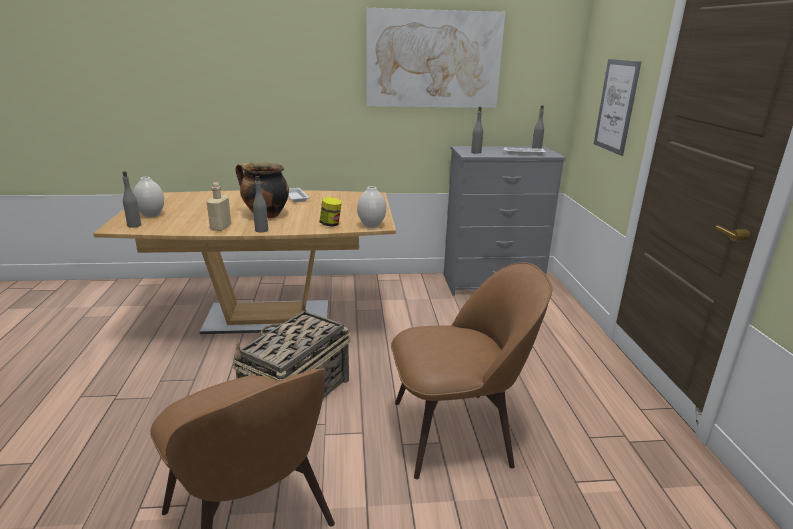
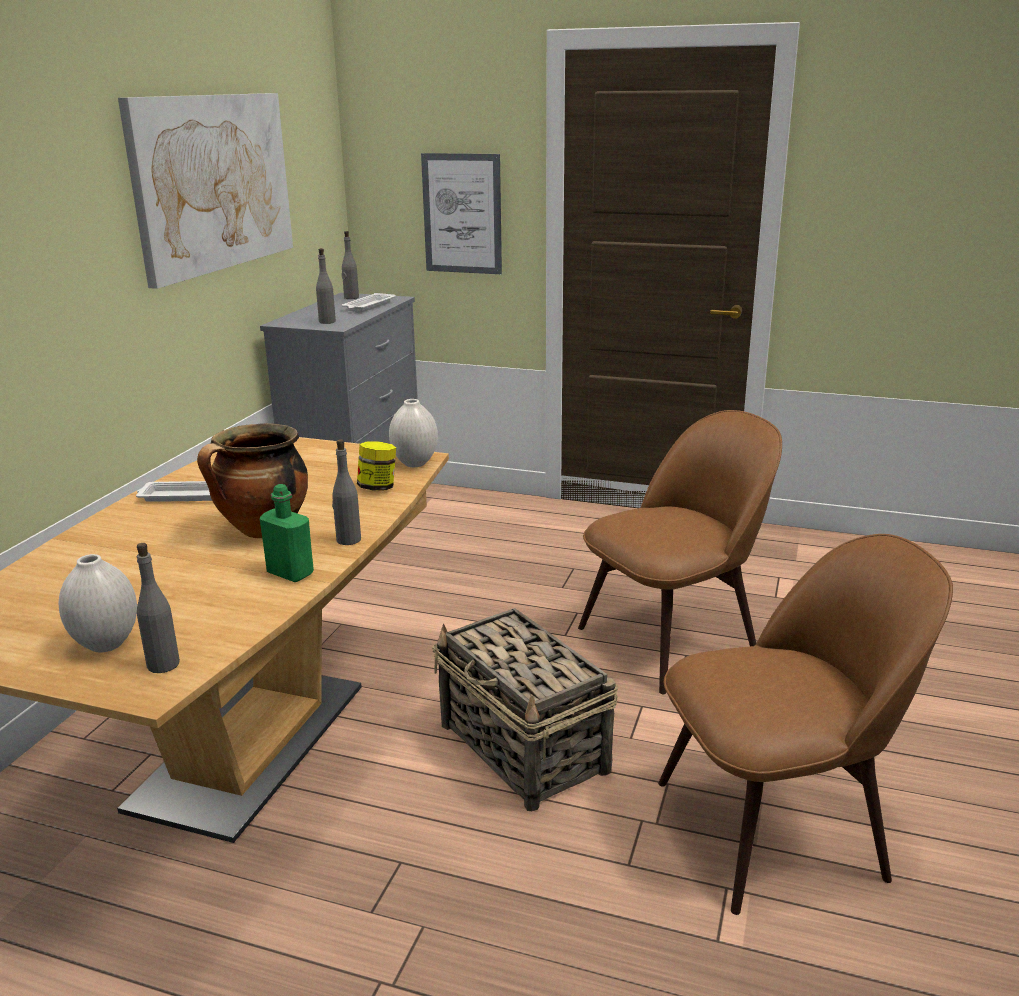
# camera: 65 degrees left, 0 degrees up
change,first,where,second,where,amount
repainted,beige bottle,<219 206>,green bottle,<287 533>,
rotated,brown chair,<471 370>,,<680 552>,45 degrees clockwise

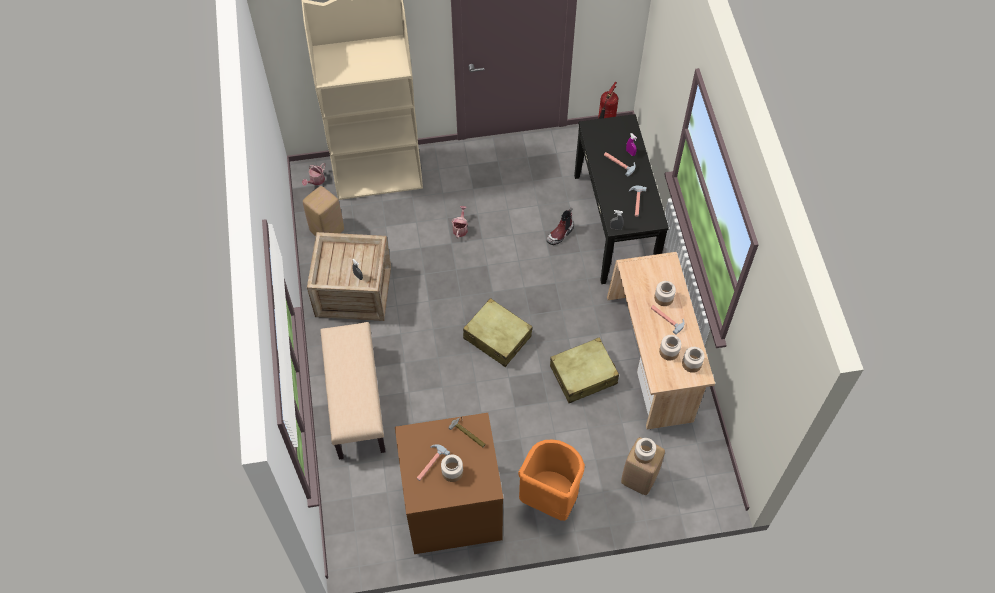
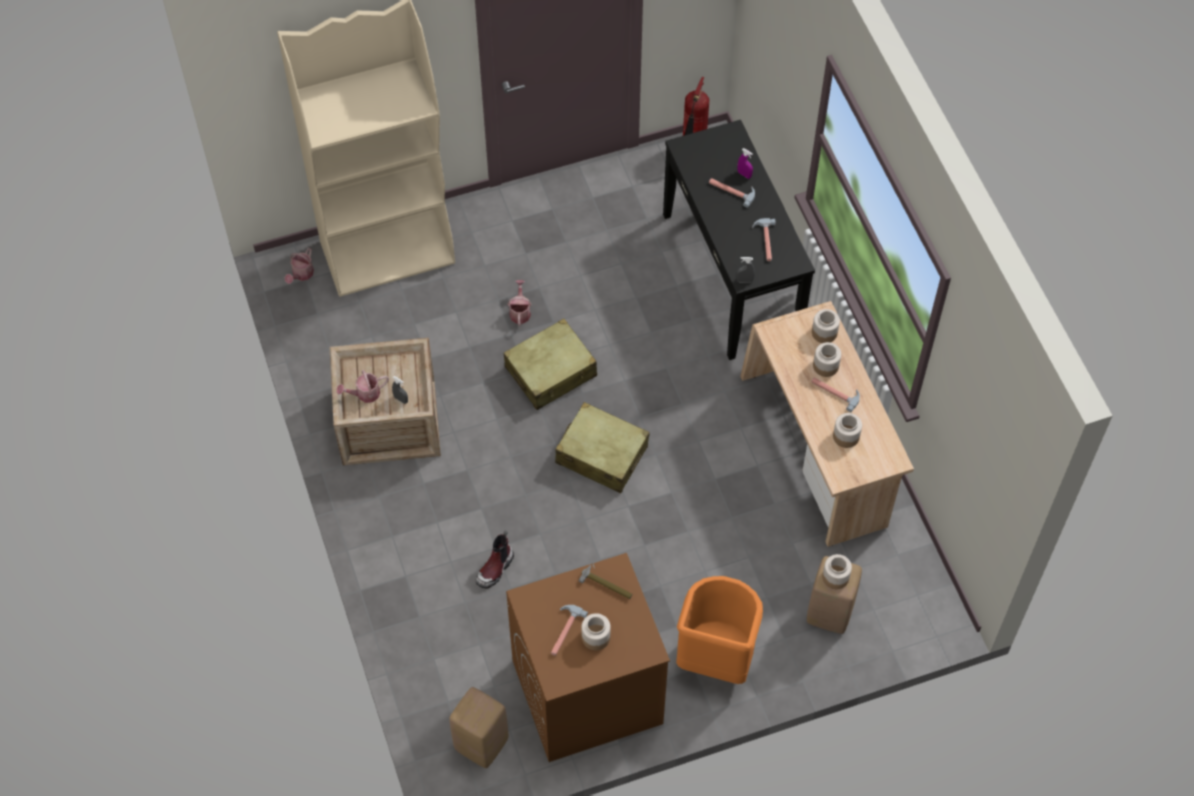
# camera: 10 degrees left, 0 degrees up
change,first,where,second,where,amount
gone,beige bench,<353 390>,,,
new,,,watering can,<363 386>,
shifted,beige stool,<323 211>,,<478 727>,
shifted,boot,<560 226>,,<495 559>,
shifted,beige suitcase,<584 370>,,<550 364>,
shifted,jar,<693 360>,,<826 326>,

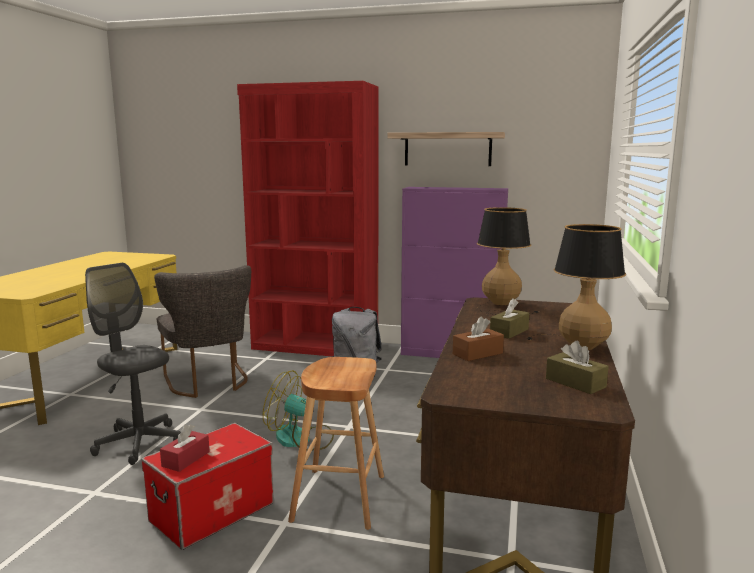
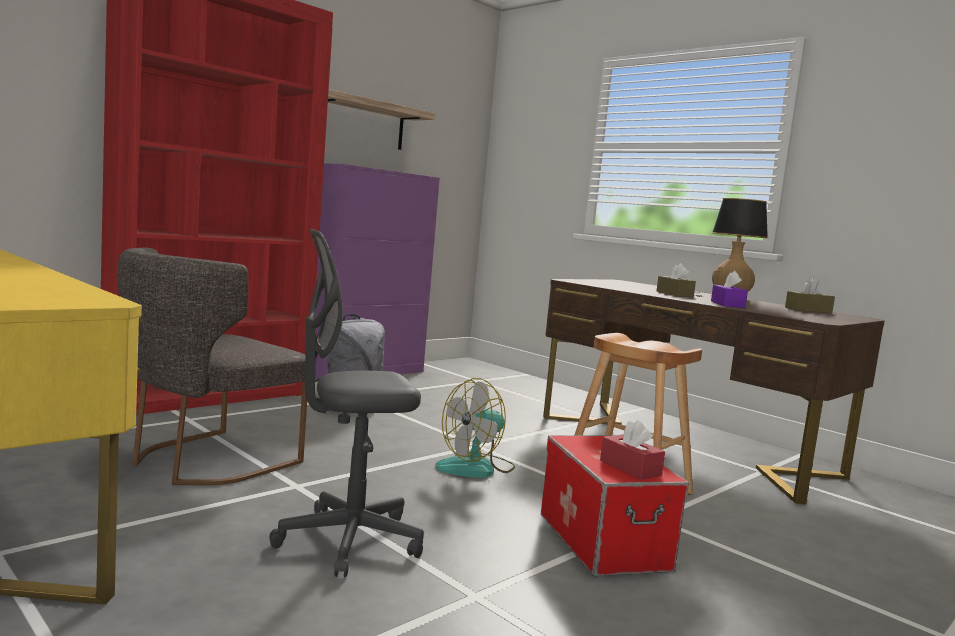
# camera: 60 degrees left, 5 degrees down
change,first,where,second,where,amount
gone,table lamp,<508 262>,,,
repainted,brown tissue box,<478 338>,purple tissue box,<729 289>,
rotated,grey chair,<202 331>,,<212 366>,120 degrees clockwise

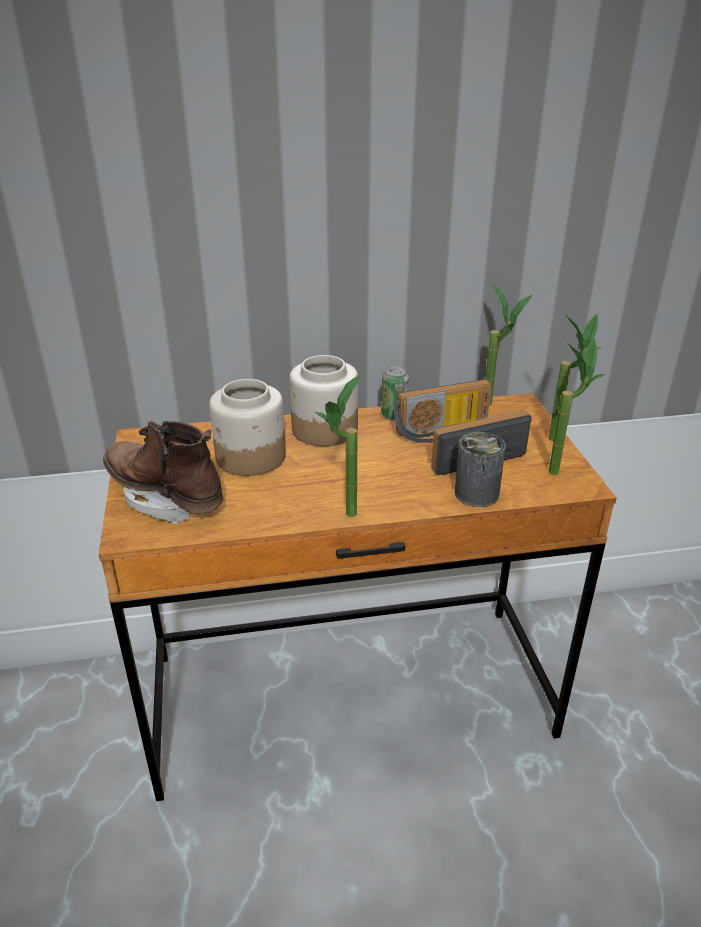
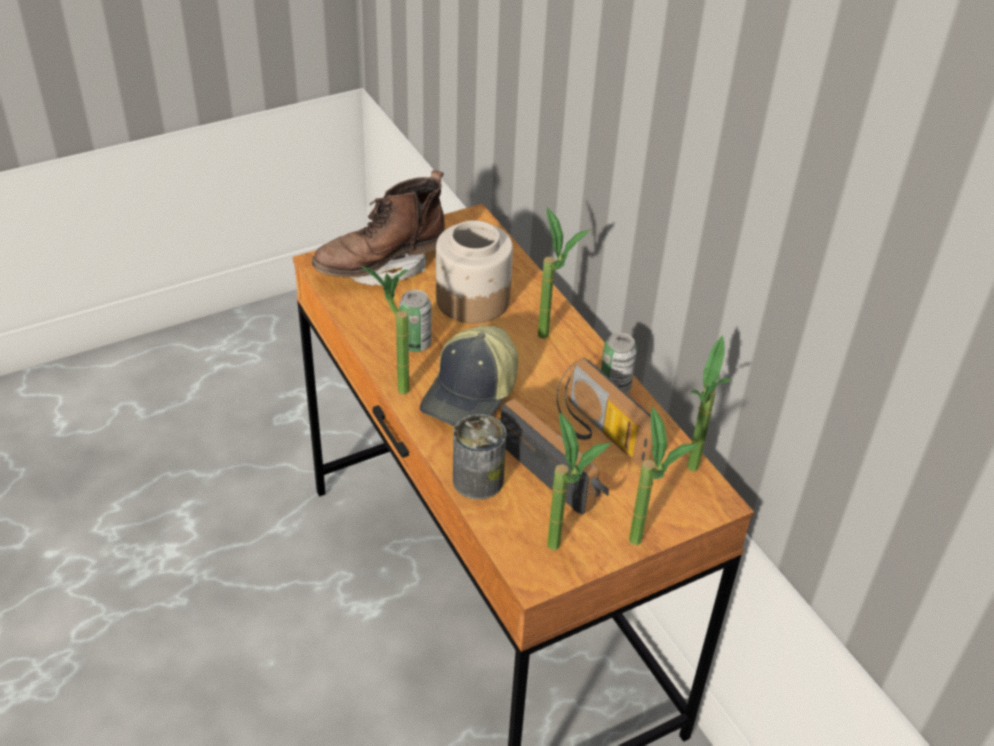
# camera: 70 degrees right, 10 degrees up
change,first,where,second,where,amount
new,,,can,<415 321>,
new,,,cap,<469 376>,
swapped,jar,<323 400>,potted plant,<564 272>,
rotated,brown boot,<163 473>,,<378 228>,135 degrees counterclockwise

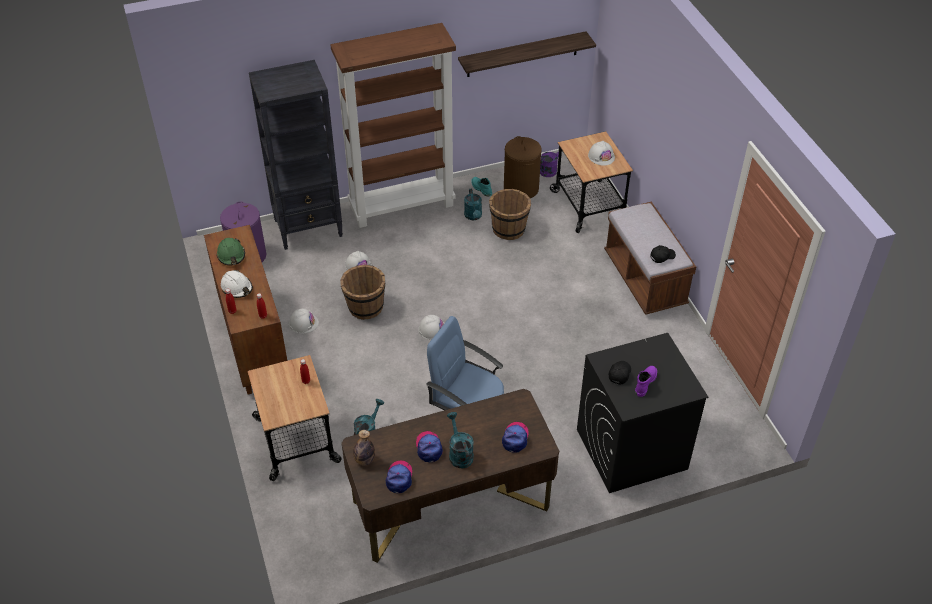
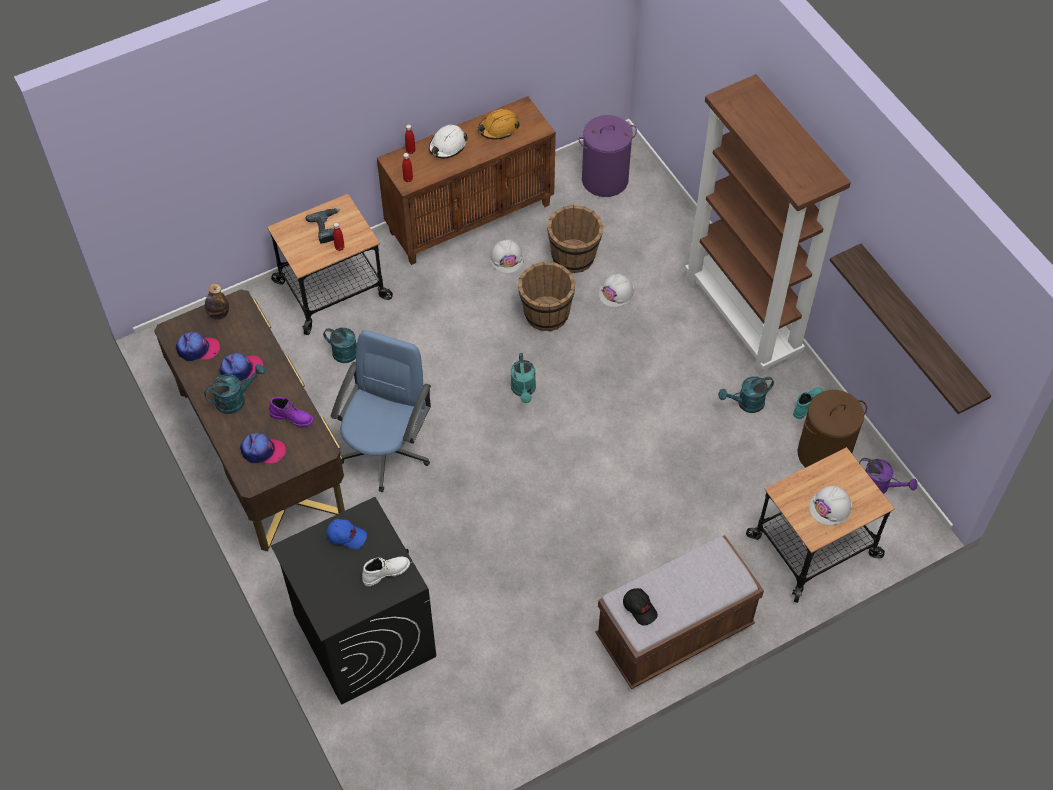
# camera: 80 degrees right, 10 degrees up
change,first,where,second,where,amount
gone,black bookcase,<296 155>,,,
new,,,power drill,<322 226>,
new,,,white boot,<386 571>,
shifted,brown bucket,<510 214>,,<575 239>,
shifted,purple boot,<646 381>,,<291 412>,
swapped,white hard hat,<431 327>,turquoise watering can,<523 378>,
repainted,green hard hat,<230 252>,orange hard hat,<499 124>,
repainted,black cap,<620 372>,blue cap,<346 534>,

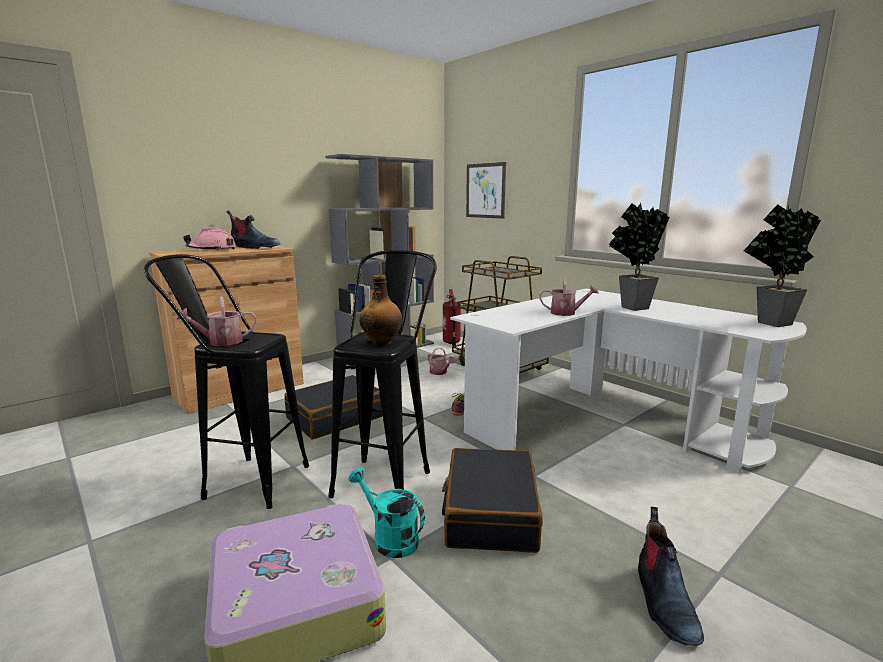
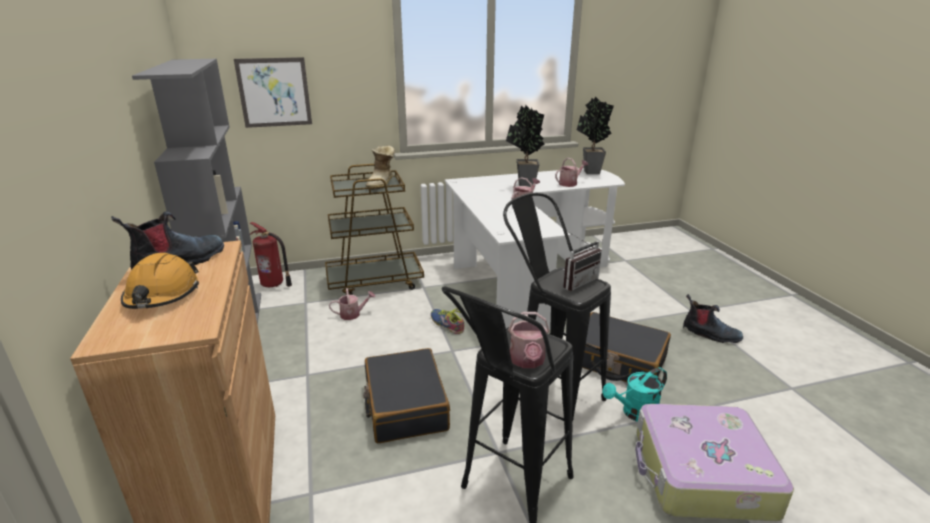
# camera: 65 degrees left, 10 degrees up
change,first,where,second,where,amount
new,,,boot,<380 168>,
new,,,watering can,<571 172>,
swapped,bottle,<380 310>,radio,<582 261>,
repainted,pink hard hat,<209 238>,orange hard hat,<160 281>,

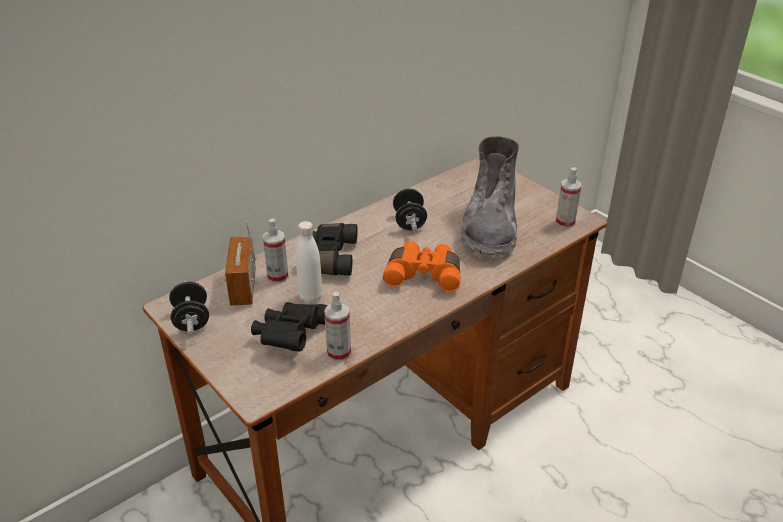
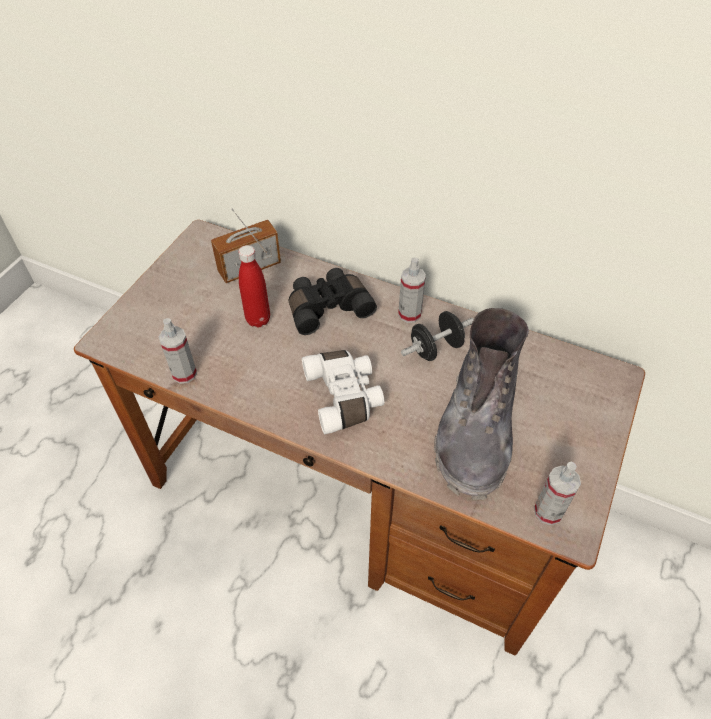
# camera: 65 degrees right, 15 degrees up
change,first,where,second,where,amount
gone,black dumbbell,<189 308>,,,
gone,black binoculars,<289 327>,,,
shifted,spray bottle,<276 250>,,<412 290>,
repainted,white bottle,<309 262>,red bottle,<254 286>,
repainted,orange binoculars,<422 266>,white binoculars,<343 392>,
rotated,grey boot,<490 198>,,<481 404>,60 degrees counterclockwise

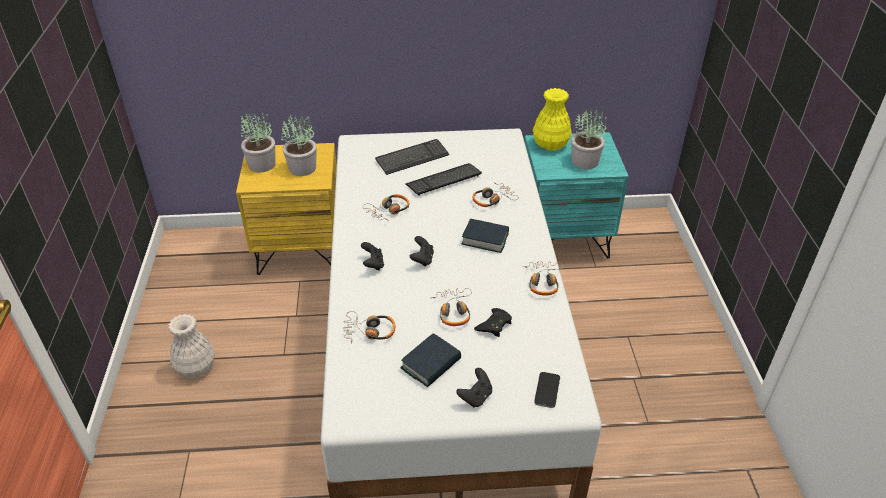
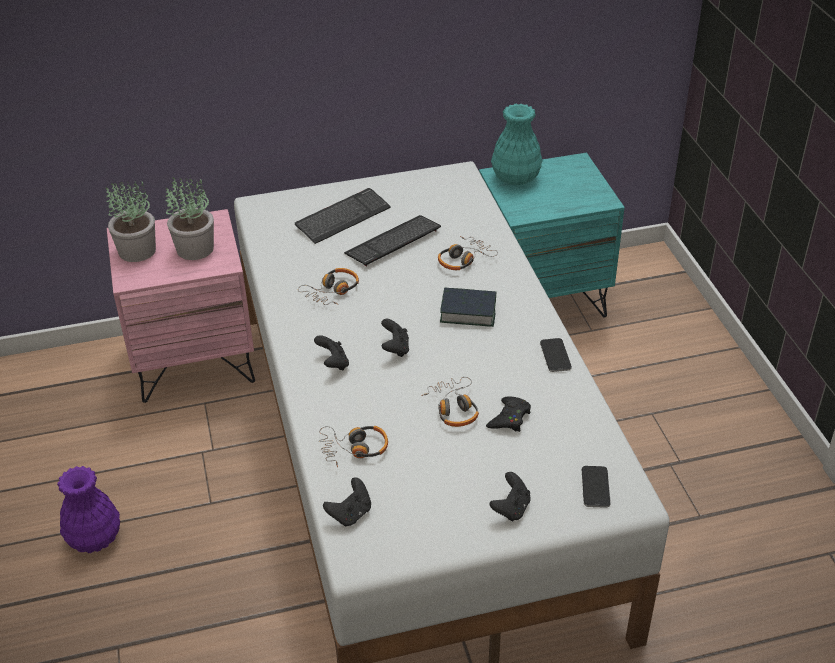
# camera: 10 degrees left, 0 degrees up
change,first,where,second,where,amount
gone,book,<430 360>,,,
gone,potted plant,<588 138>,,,
new,,,black game controller,<347 502>,
swapped,headphones,<543 278>,phone,<556 355>,
repainted,white vase,<191 346>,purple vase,<88 509>,
repainted,yellow nightstand,<286 209>,pink nightstand,<181 306>,
repainted,yellow vase,<552 119>,turquoise vase,<516 144>,

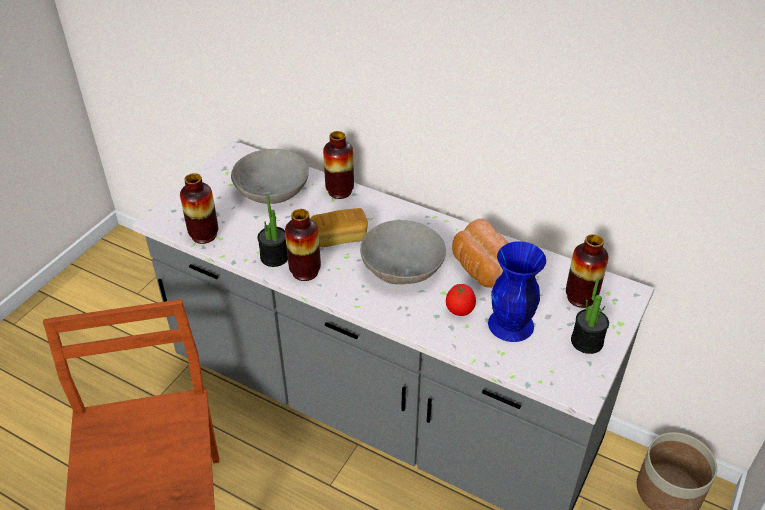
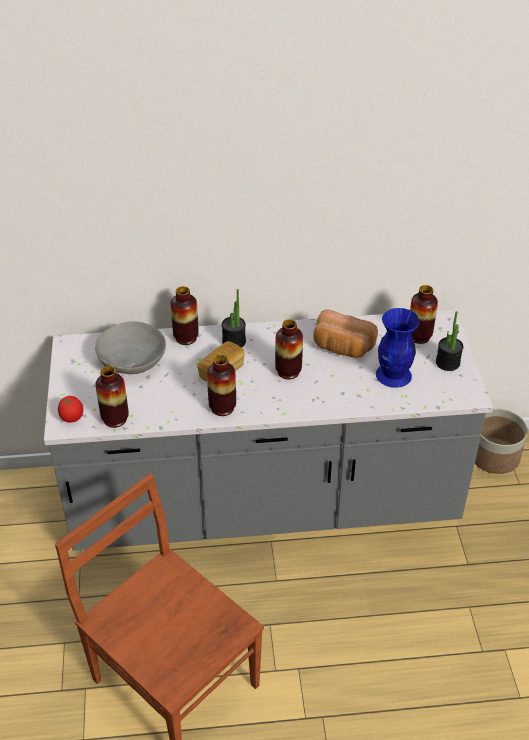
# camera: 35 degrees left, 0 degrees up
change,first,where,second,where,amount
shifted,potted plant,<272 231>,,<234 318>,
shifted,tomato,<461 300>,,<70 409>,
swapped,grey bowl,<403 252>,vase,<289 349>,

